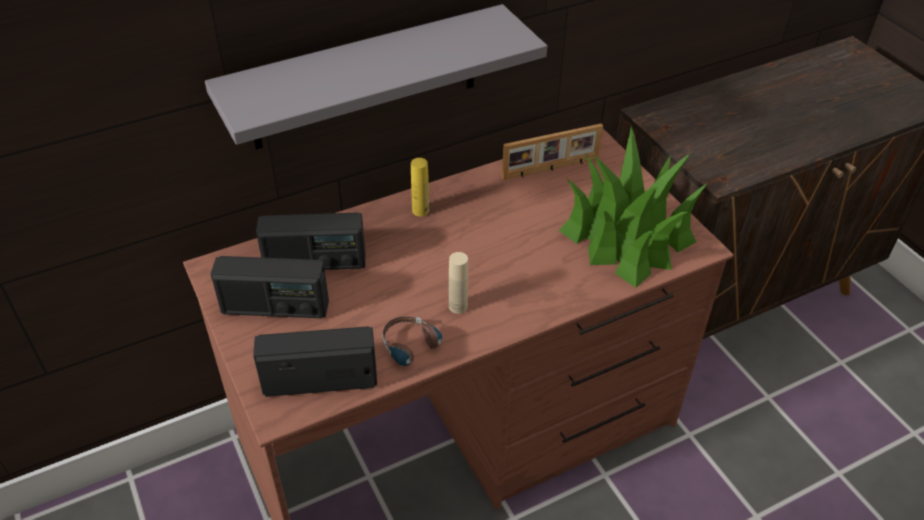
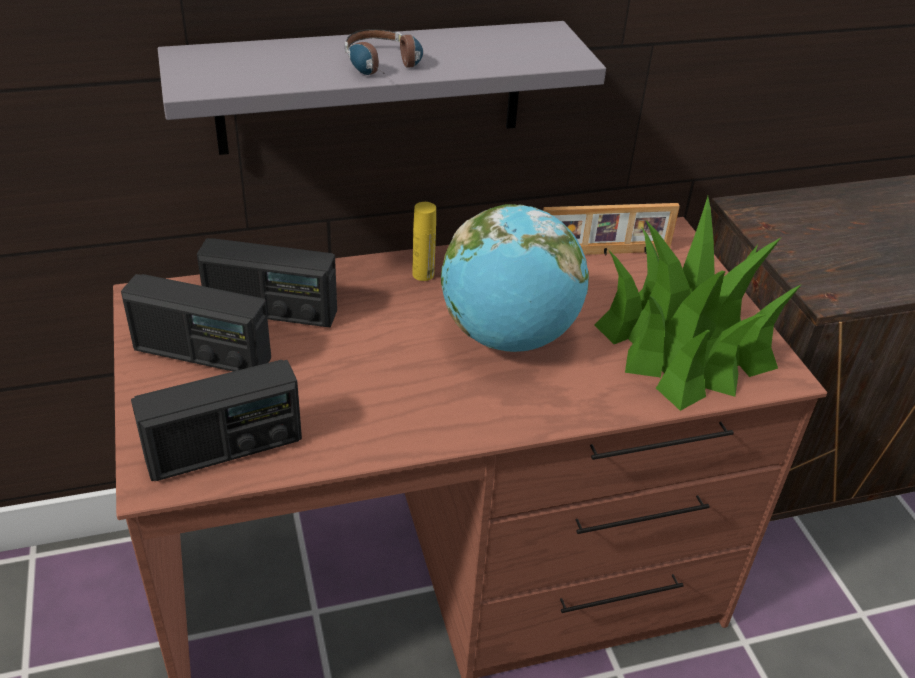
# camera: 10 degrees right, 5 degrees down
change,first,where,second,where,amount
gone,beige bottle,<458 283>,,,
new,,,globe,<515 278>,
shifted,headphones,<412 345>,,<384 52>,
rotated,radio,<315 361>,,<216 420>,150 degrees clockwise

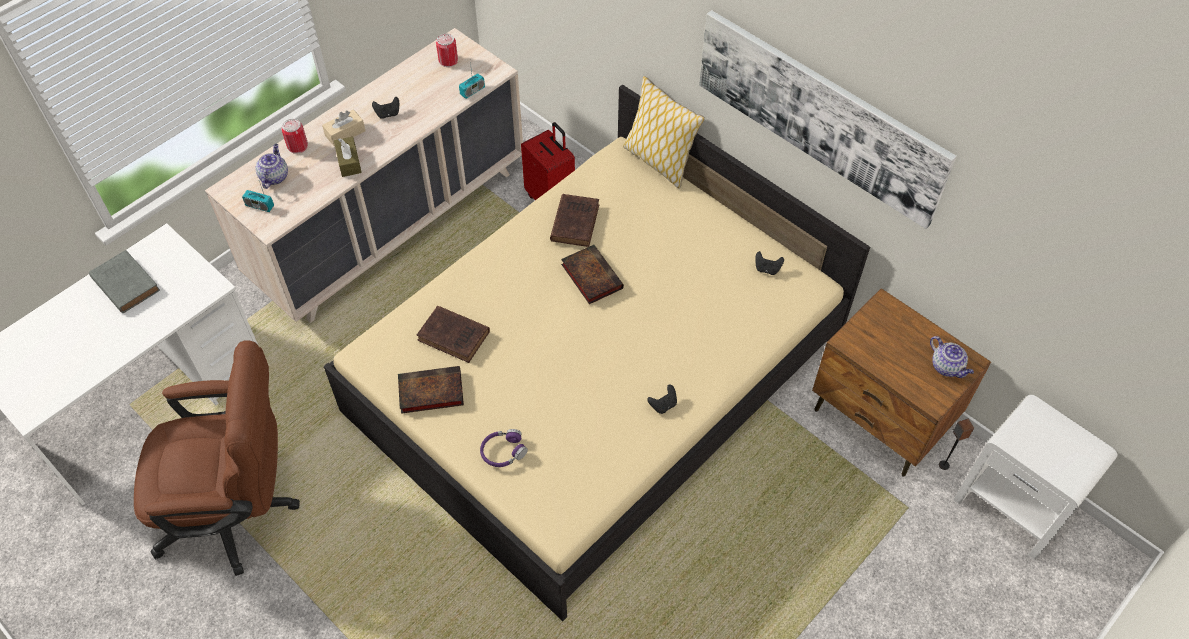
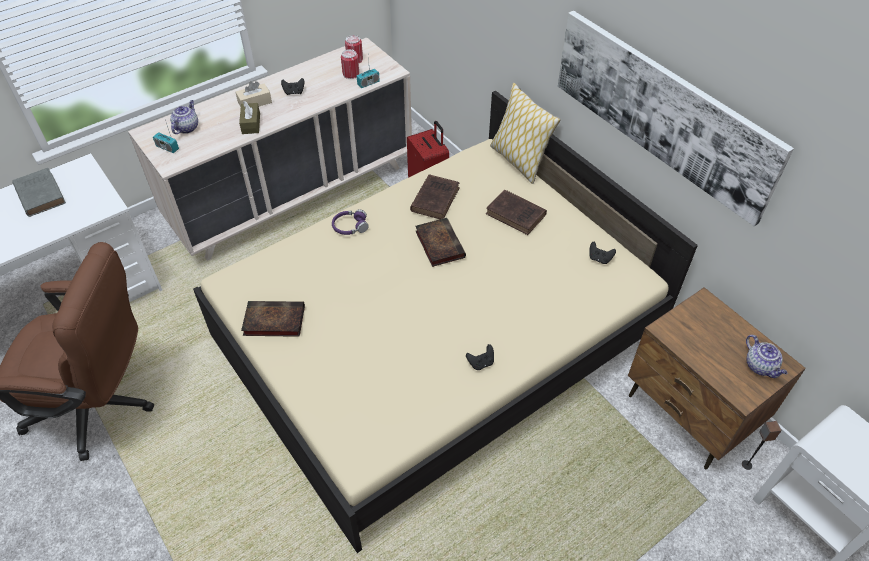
# camera: 10 degrees right, 5 degrees down
change,first,where,second,where,amount
shifted,can,<294 136>,,<350 64>,
shifted,brown book,<453 334>,,<516 212>,
shifted,purple headphones,<504 448>,,<350 222>,

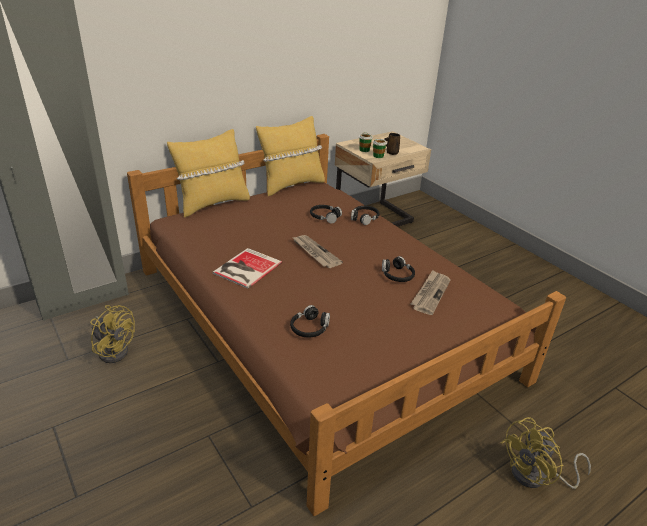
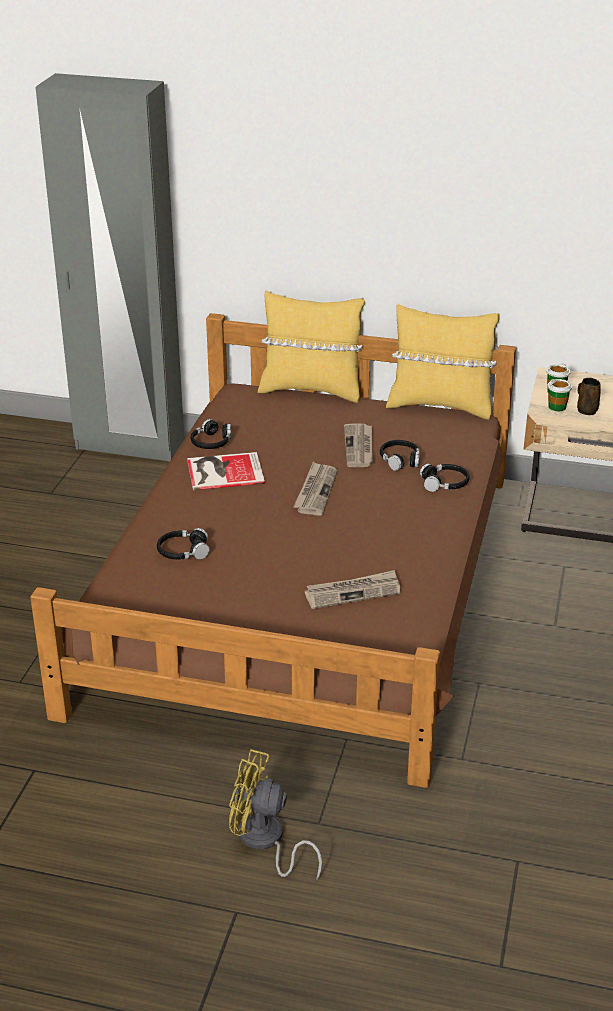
# camera: 50 degrees right, 0 degrees up
change,first,where,second,where,amount
gone,yellow fan,<112 334>,,,
new,,,newspaper,<358 445>,
shifted,black headphones,<398 269>,,<210 434>,

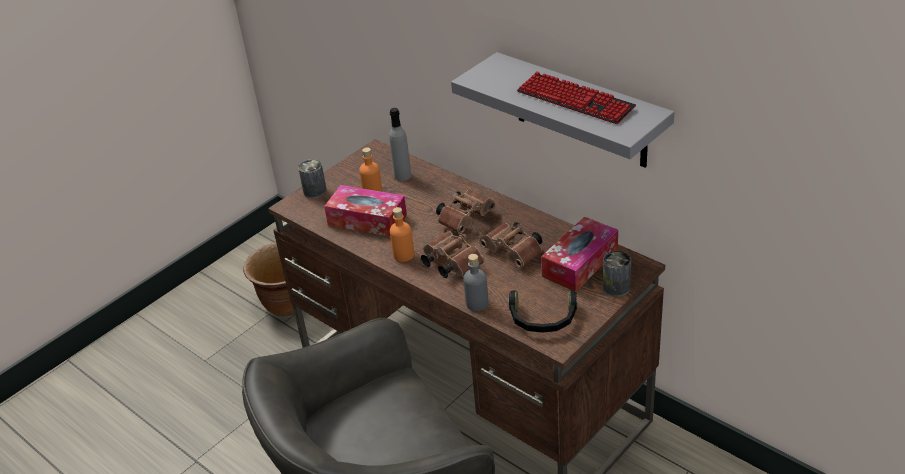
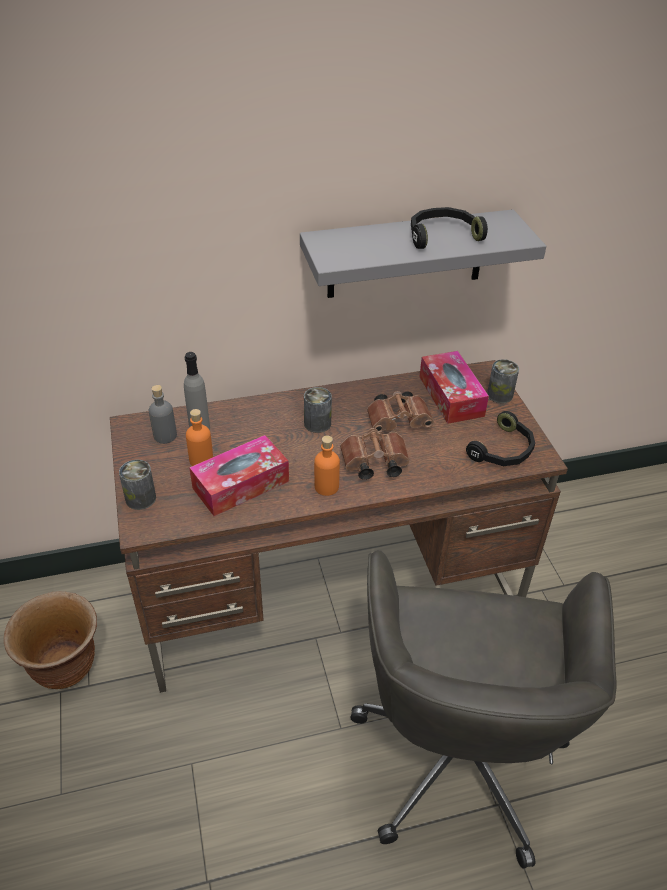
# camera: 60 degrees left, 5 degrees up
change,first,where,second,where,amount
shifted,grey bottle,<475 282>,,<163 414>,
swapped,brown binoculars,<466 212>,can,<318 410>,
swapped,keyboard,<576 97>,black headphones,<449 228>,

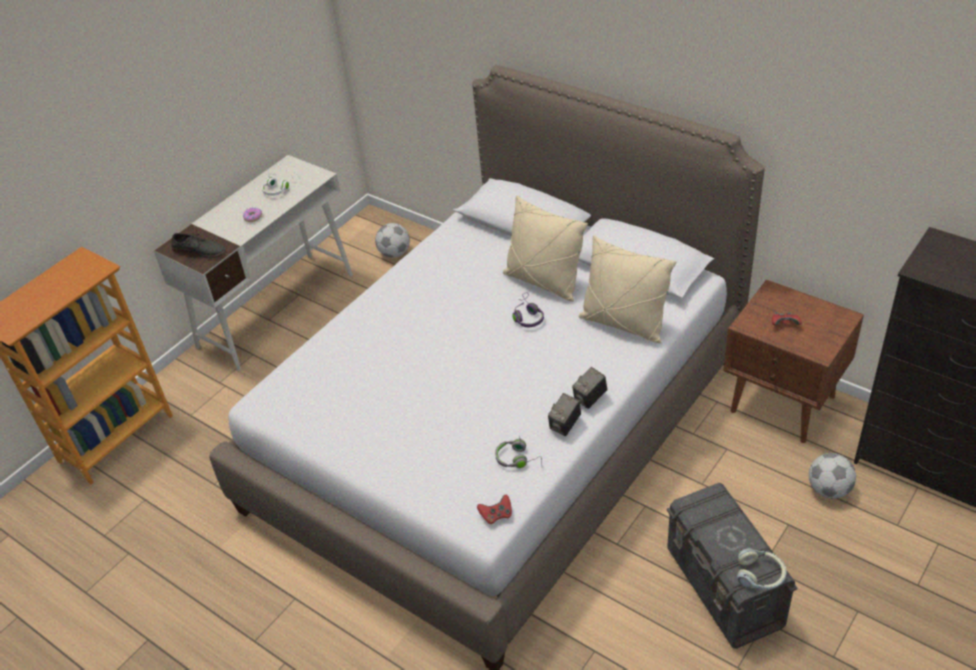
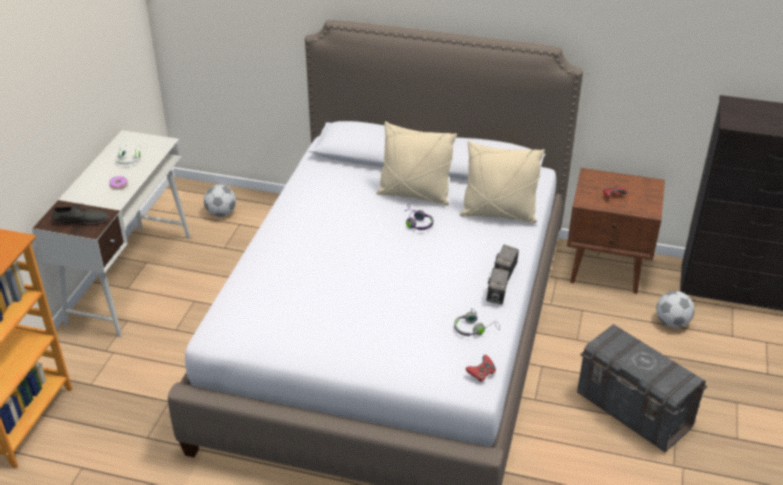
# camera: 25 degrees left, 5 degrees down
change,first,where,second,where,amount
gone,headphones,<762 568>,,,

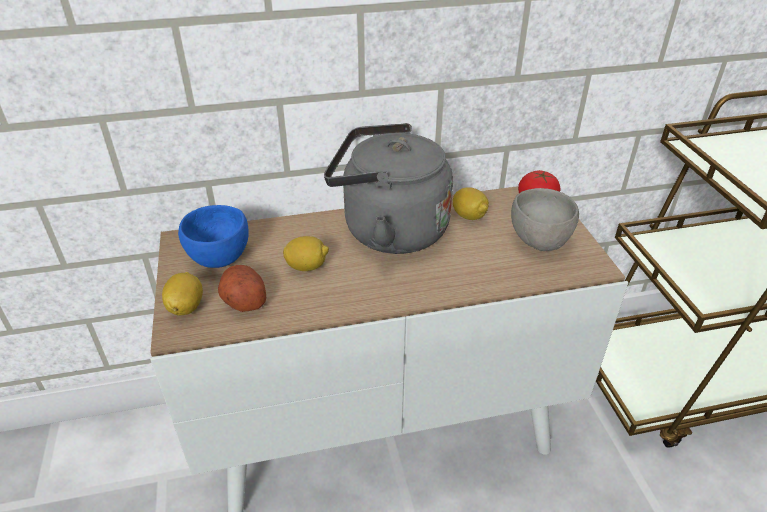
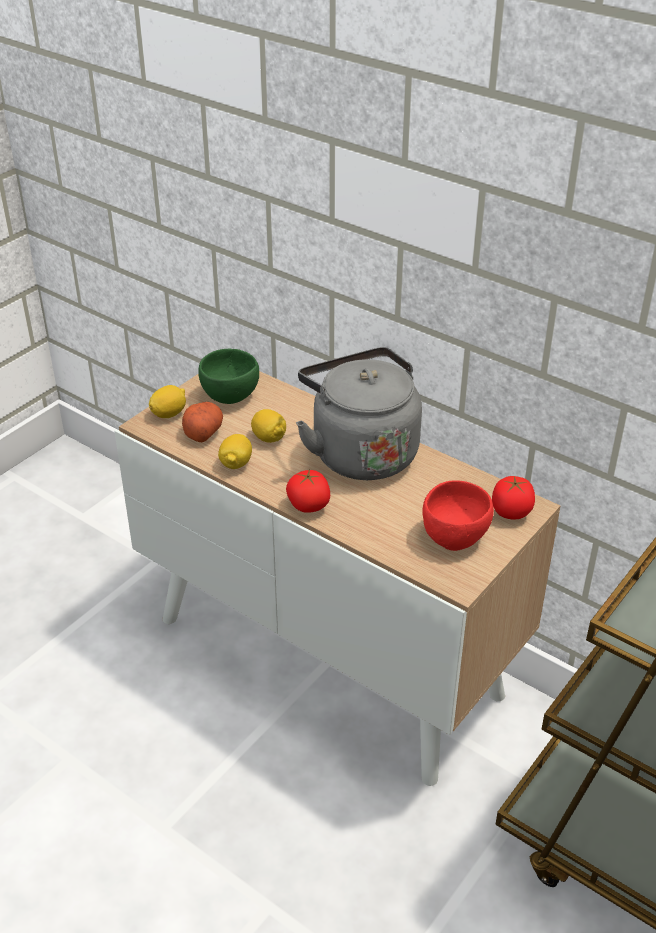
# camera: 50 degrees right, 0 degrees up
change,first,where,second,where,amount
new,,,tomato,<308 491>,
shifted,lemon,<471 203>,,<235 451>,
repainted,blue bowl,<213 236>,green bowl,<228 376>,
repainted,grey bowl,<545 219>,red bowl,<458 515>,

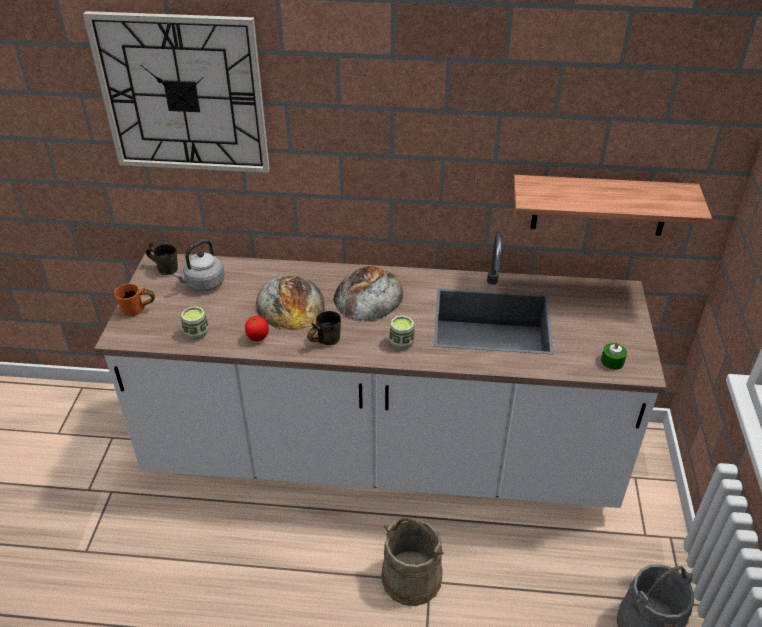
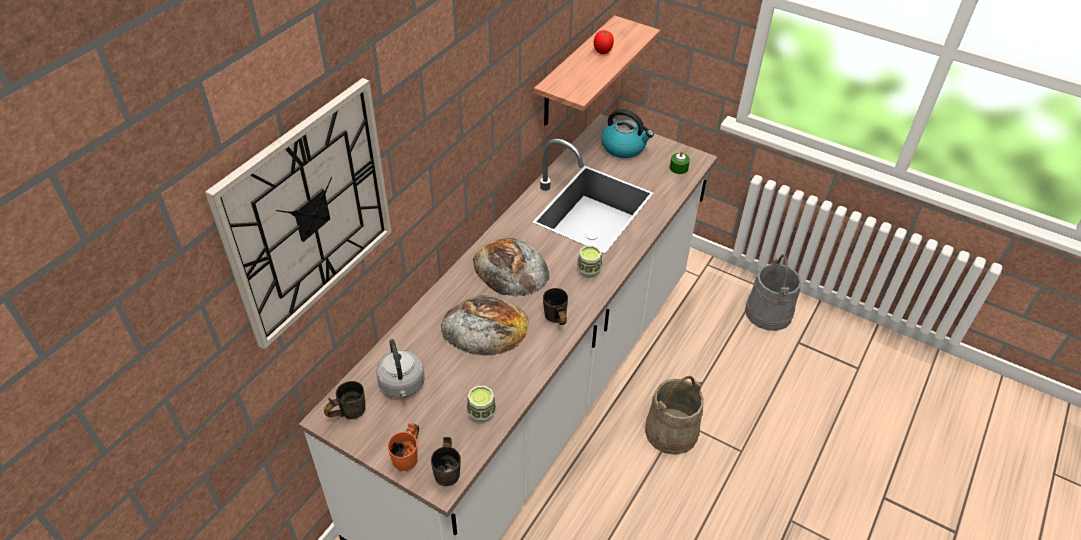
# camera: 65 degrees left, 5 degrees up
change,first,where,second,where,amount
new,,,grey mug,<446 461>,
new,,,kettle,<627 133>,
shifted,tomato,<257 328>,,<604 42>,

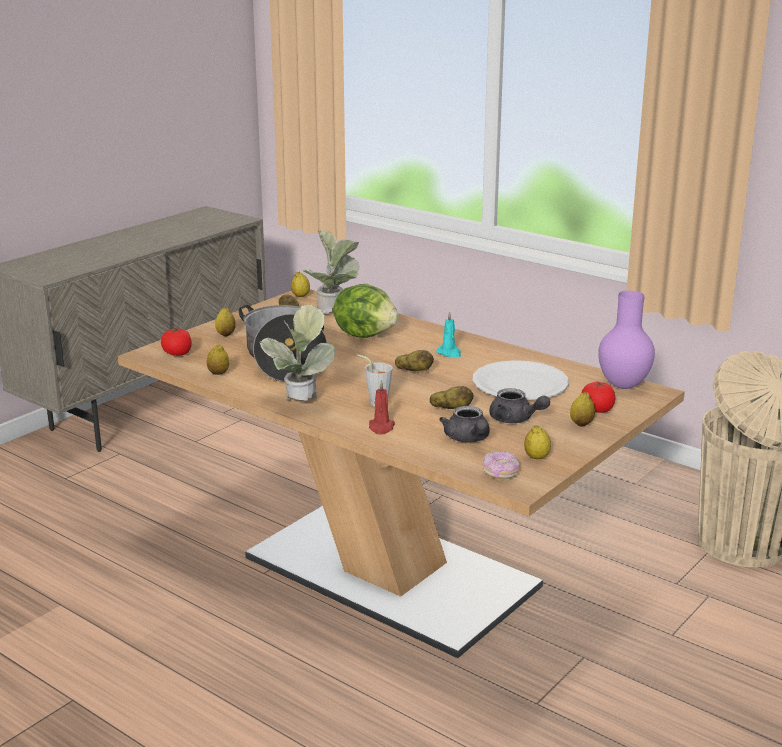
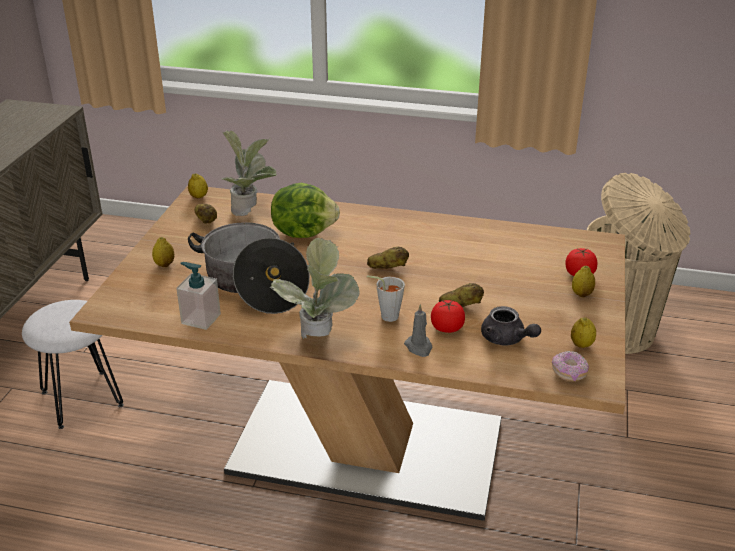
# camera: 25 degrees left, 10 degrees up
change,first,where,second,where,amount
gone,turquoise candle,<448 334>,,,
gone,white plate,<521 380>,,,
gone,grey teapot,<519 405>,,,
gone,purple vase,<626 340>,,,
new,,,white stool,<73 364>,
shifted,tomato,<176 342>,,<448 316>,
swapped,lemon,<218 359>,soap dispenser,<198 296>,
repainted,red candle,<382 407>,grey candle,<418 330>,

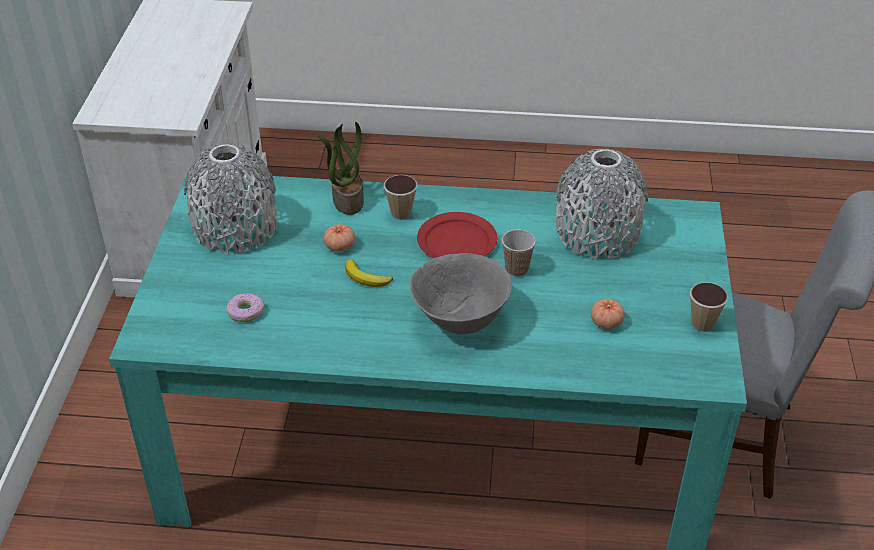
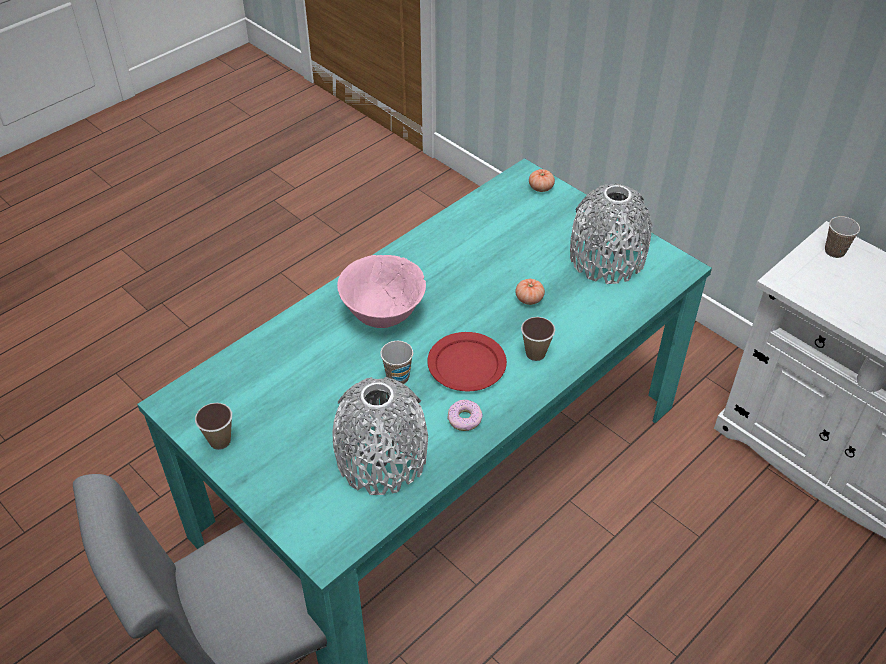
# camera: 130 degrees right, 5 degrees up
change,first,where,second,where,amount
gone,potted plant,<341 168>,,,
gone,banana,<369 273>,,,
new,,,cup,<842 237>,
shifted,donut,<245 307>,,<464 415>,
shifted,tomato,<608 314>,,<542 180>,
repainted,grey bowl,<461 293>,pink bowl,<381 291>,

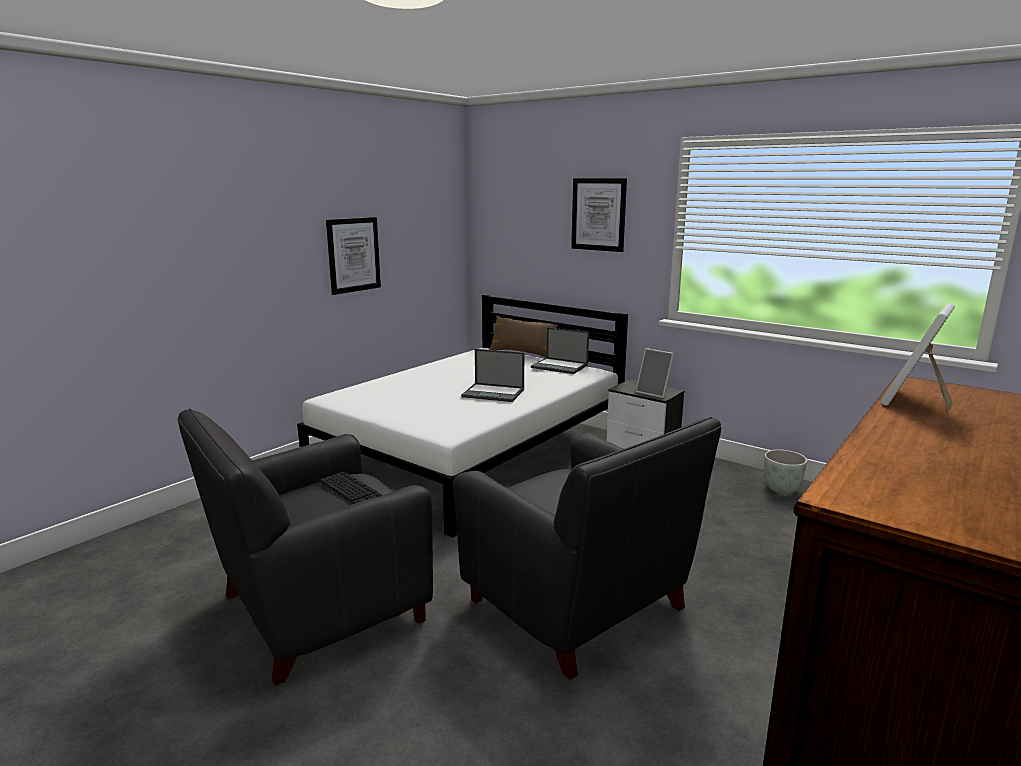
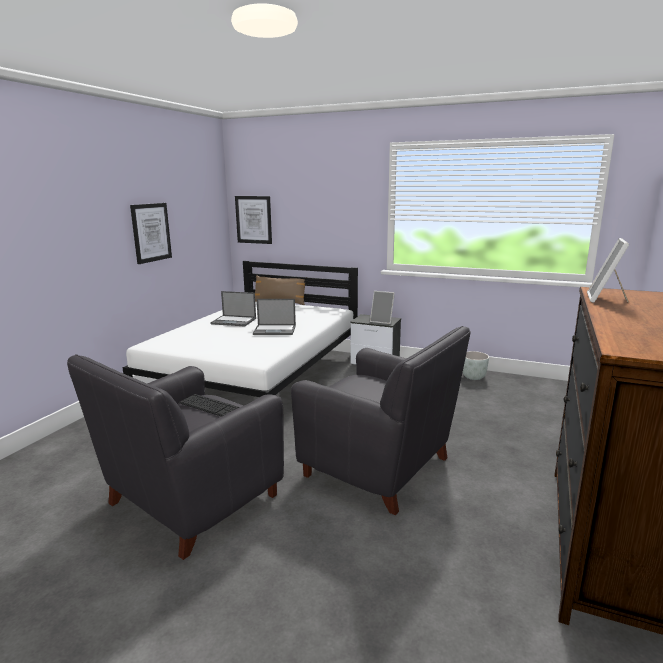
# camera: 15 degrees left, 0 degrees up
change,first,where,second,where,amount
shifted,laptop,<560 350>,,<233 308>,
shifted,picture,<599 215>,,<253 220>,

